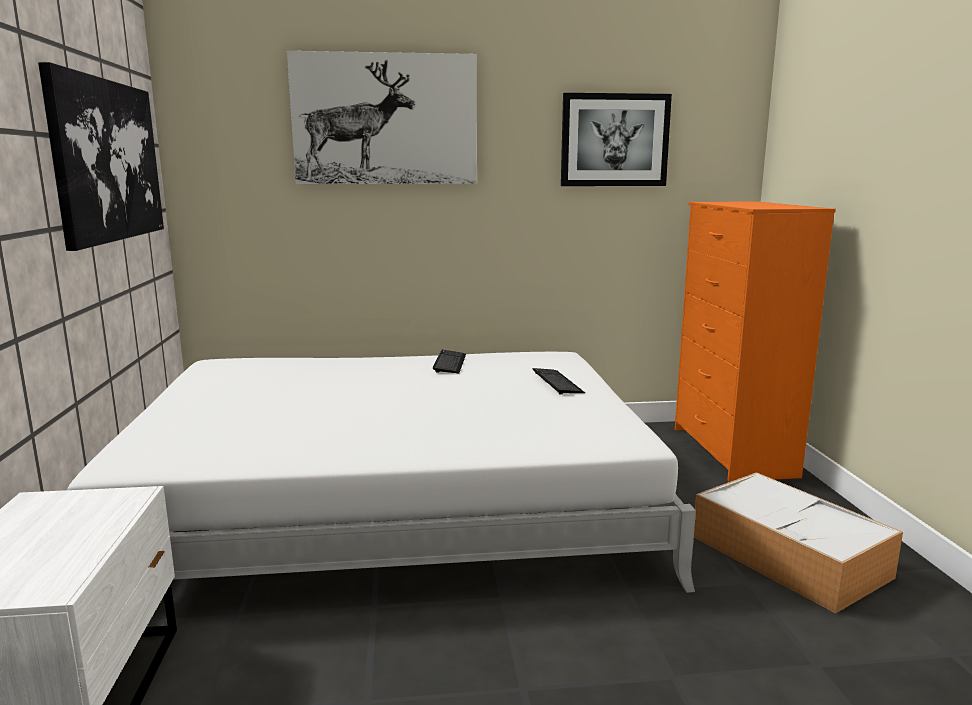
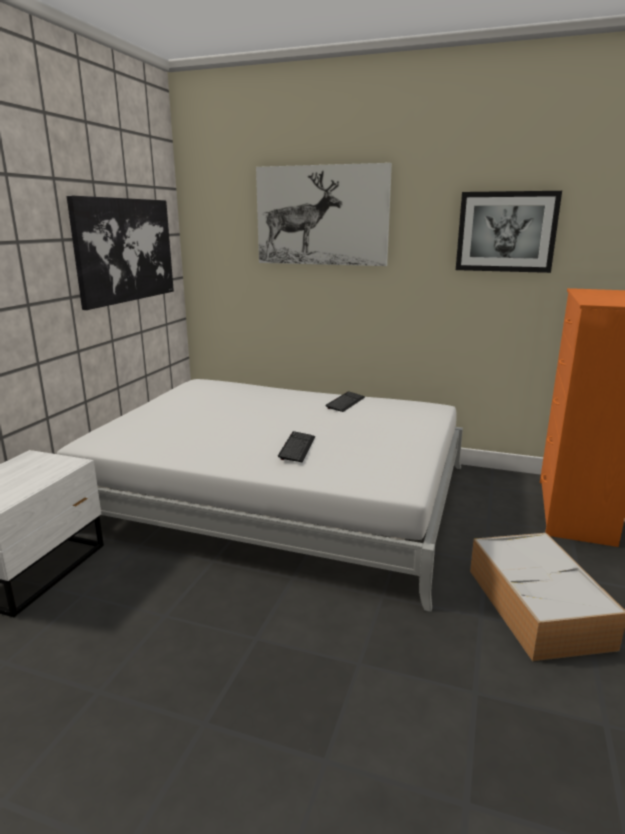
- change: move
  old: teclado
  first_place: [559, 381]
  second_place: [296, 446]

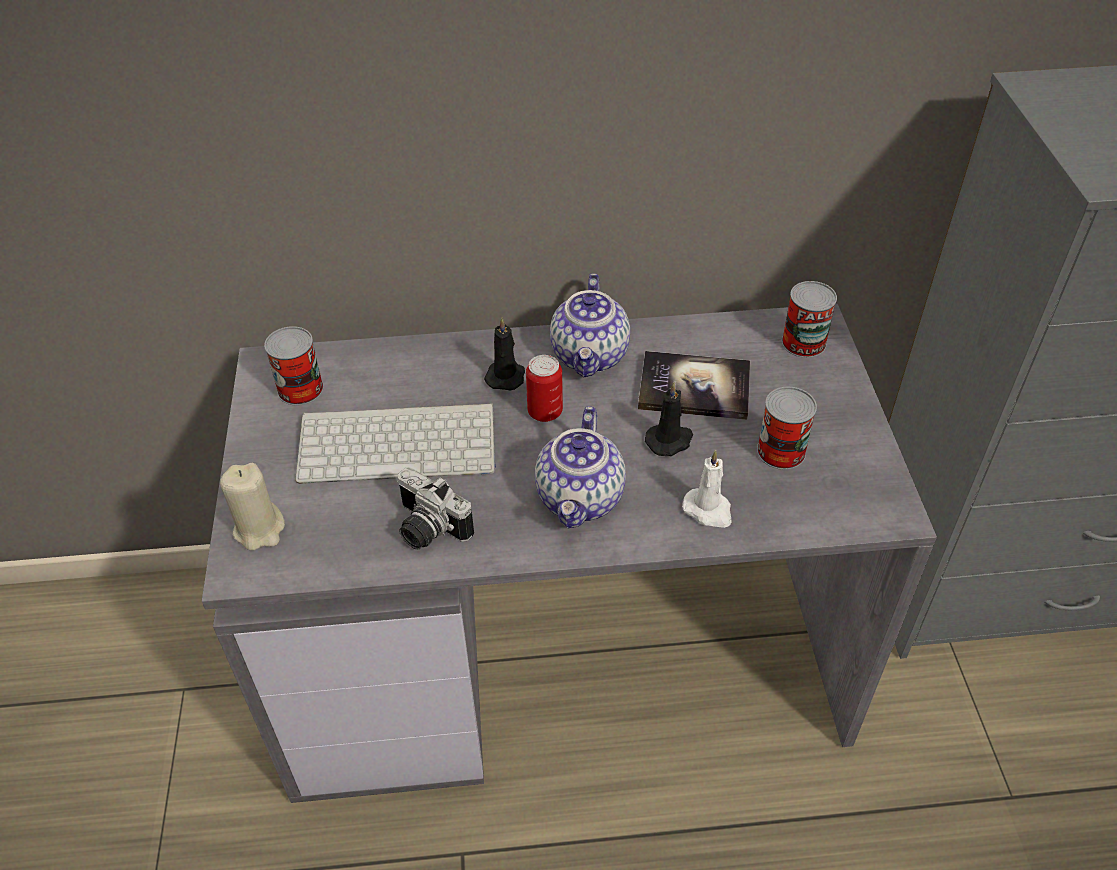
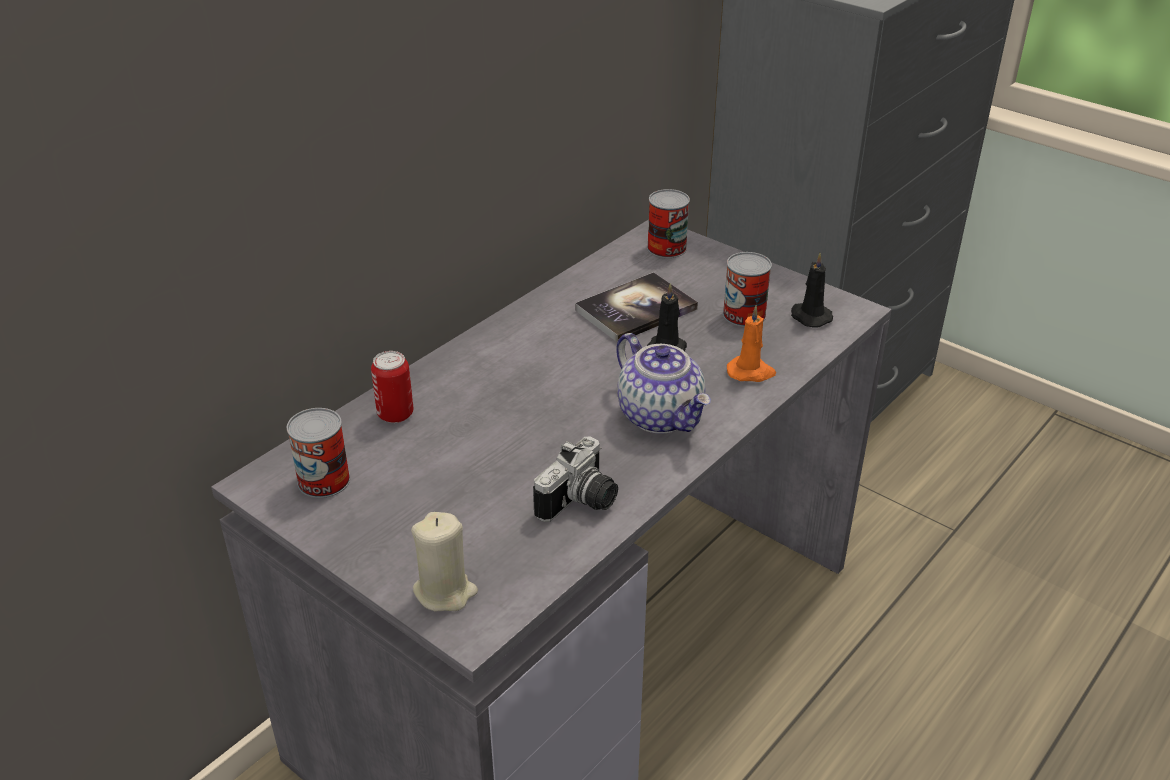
- change: delete
  old: teclado
  first_place: [395, 443]
- change: delete
  old: tetera
  first_place: [590, 325]
- change: move
  old: vela (negro)
  first_place: [504, 354]
  second_place: [812, 290]
- change: move
  old: lata
  first_place: [544, 388]
  second_place: [392, 387]
- change: recolor
  old: vela (blanco)
  new: vela (naranja)
  first_place: [707, 489]
  second_place: [751, 343]
- change: rotate
  old: cámara
  first_place: [435, 508]
  second_place: [575, 479]
  degrees: -45

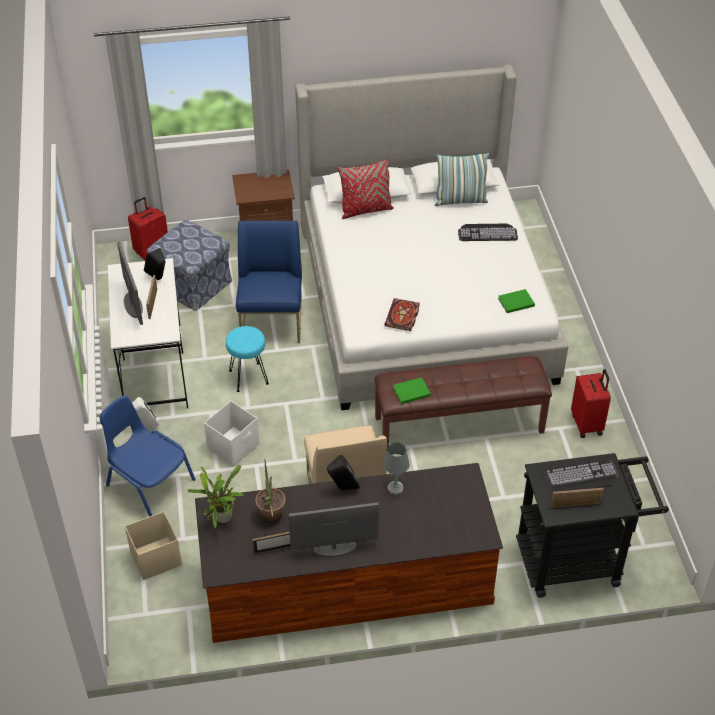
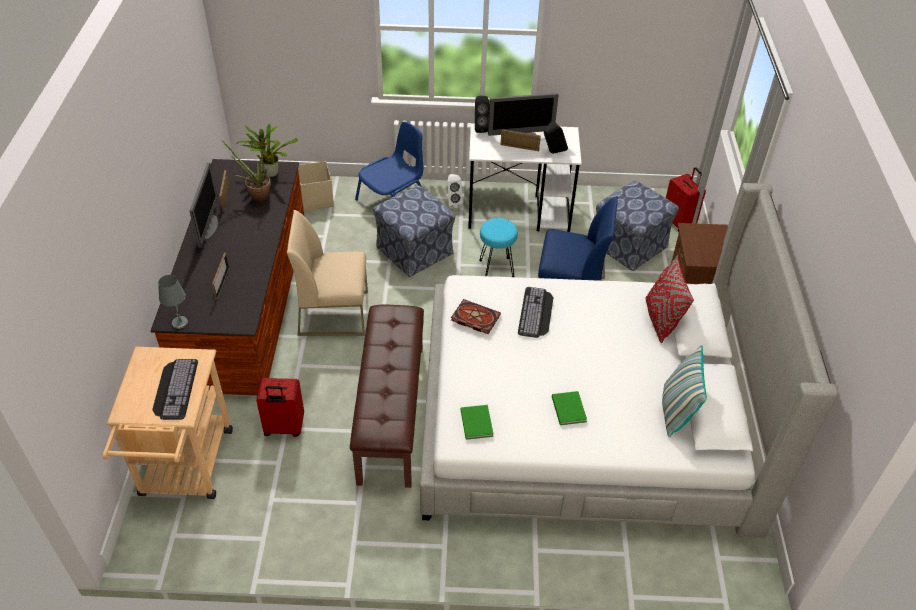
- change: move
  old: altavoz (negro)
  first_place: [343, 473]
  second_place: [482, 114]
- change: move
  old: lámpara de mesa (gris)
  first_place: [396, 468]
  second_place: [173, 302]
- change: move
  old: libro (verde)
  first_place: [412, 390]
  second_place: [569, 408]
- change: move
  old: teclado
  first_place: [488, 232]
  second_place: [536, 312]
- change: move
  old: portarretratos
  first_place: [577, 498]
  second_place: [220, 276]
- change: move
  old: maleta (rojo)
  first_place: [591, 403]
  second_place: [280, 407]
- change: replace
  old: caja de almacenaje (blanco)
  new: puf
  first_place: [231, 433]
  second_place: [414, 231]
- change: recolor
  old: carrito (negro)
  new: carrito (beis)
  first_place: [592, 525]
  second_place: [168, 423]

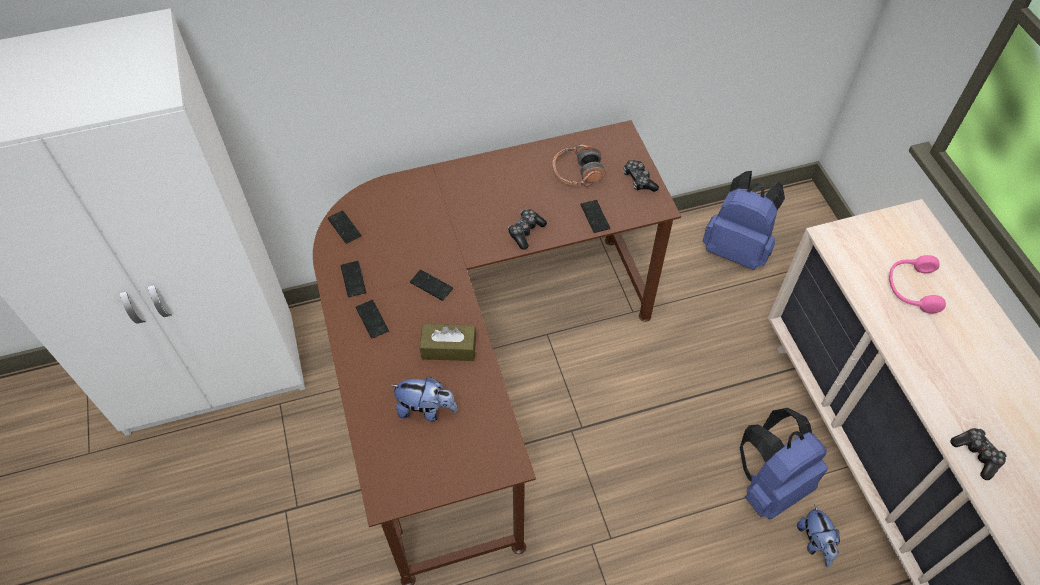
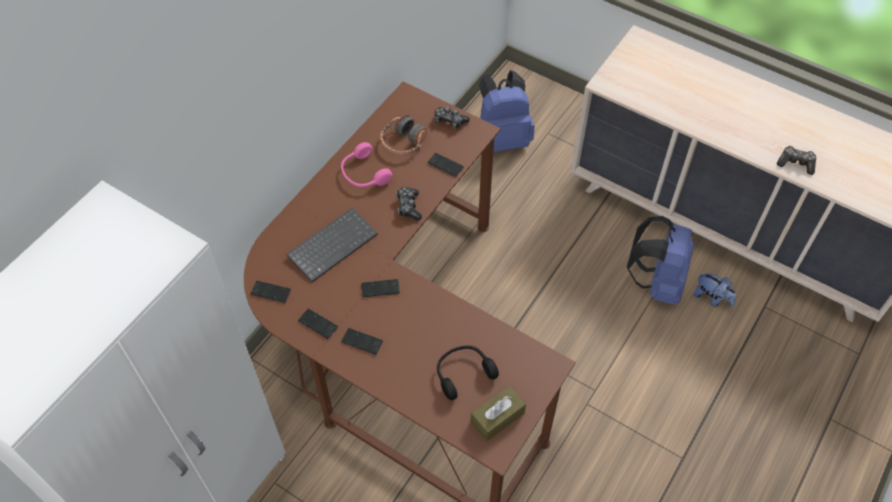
- change: insert
  new: teclado
  second_place: [332, 245]
- change: move
  old: caja de pañuelos (marrón)
  first_place: [448, 342]
  second_place: [498, 413]
- change: move
  old: auriculares (rosa)
  first_place: [917, 284]
  second_place: [366, 164]
- change: replace
  old: peluche
  new: auriculares (negro)
  first_place: [424, 399]
  second_place: [468, 372]

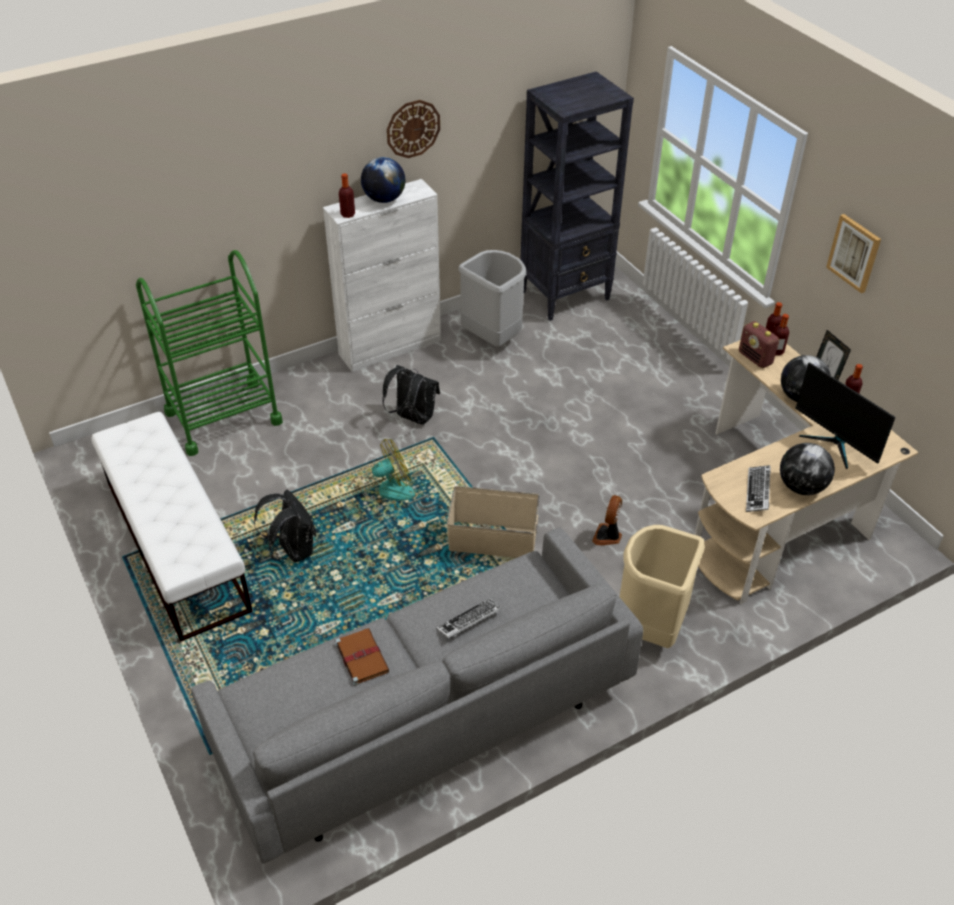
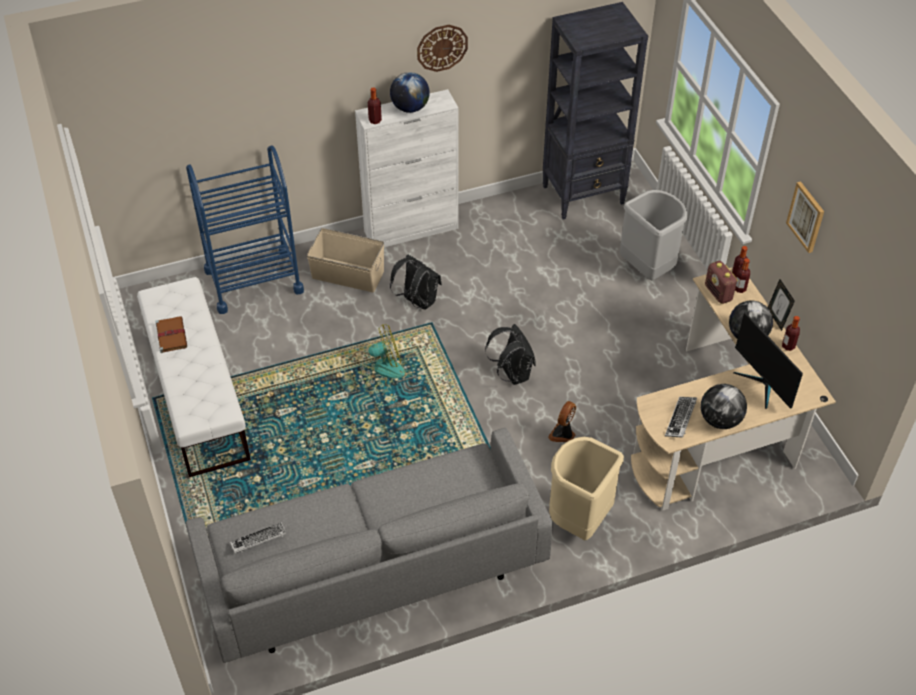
- change: move
  old: mochila (negro)
  first_place: [285, 526]
  second_place: [510, 354]
- change: move
  old: libro (marrón)
  first_place: [362, 657]
  second_place: [171, 334]
- change: move
  old: teclado
  first_place: [469, 618]
  second_place: [258, 538]
- change: move
  old: caja de almacenaje (beis)
  first_place: [493, 522]
  second_place: [345, 260]
- change: move
  old: papelera (gris)
  first_place: [492, 298]
  second_place: [653, 235]
- change: recolor
  old: carrito (verde)
  new: carrito (azul)
  first_place: [209, 353]
  second_place: [245, 229]

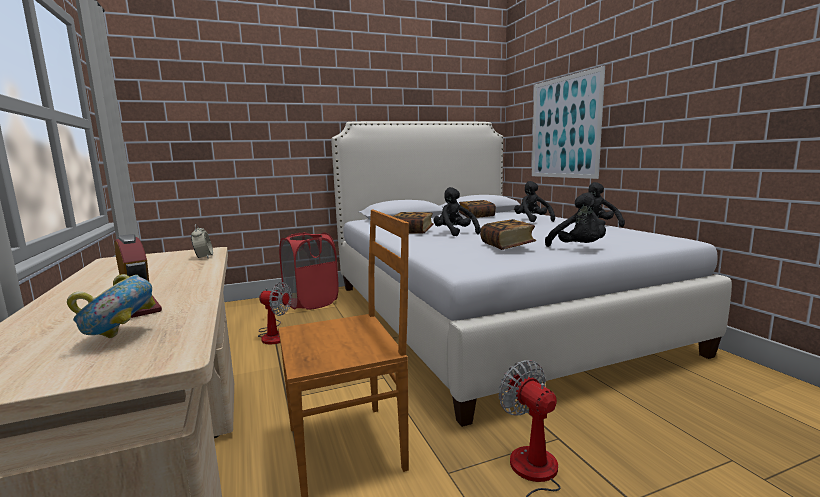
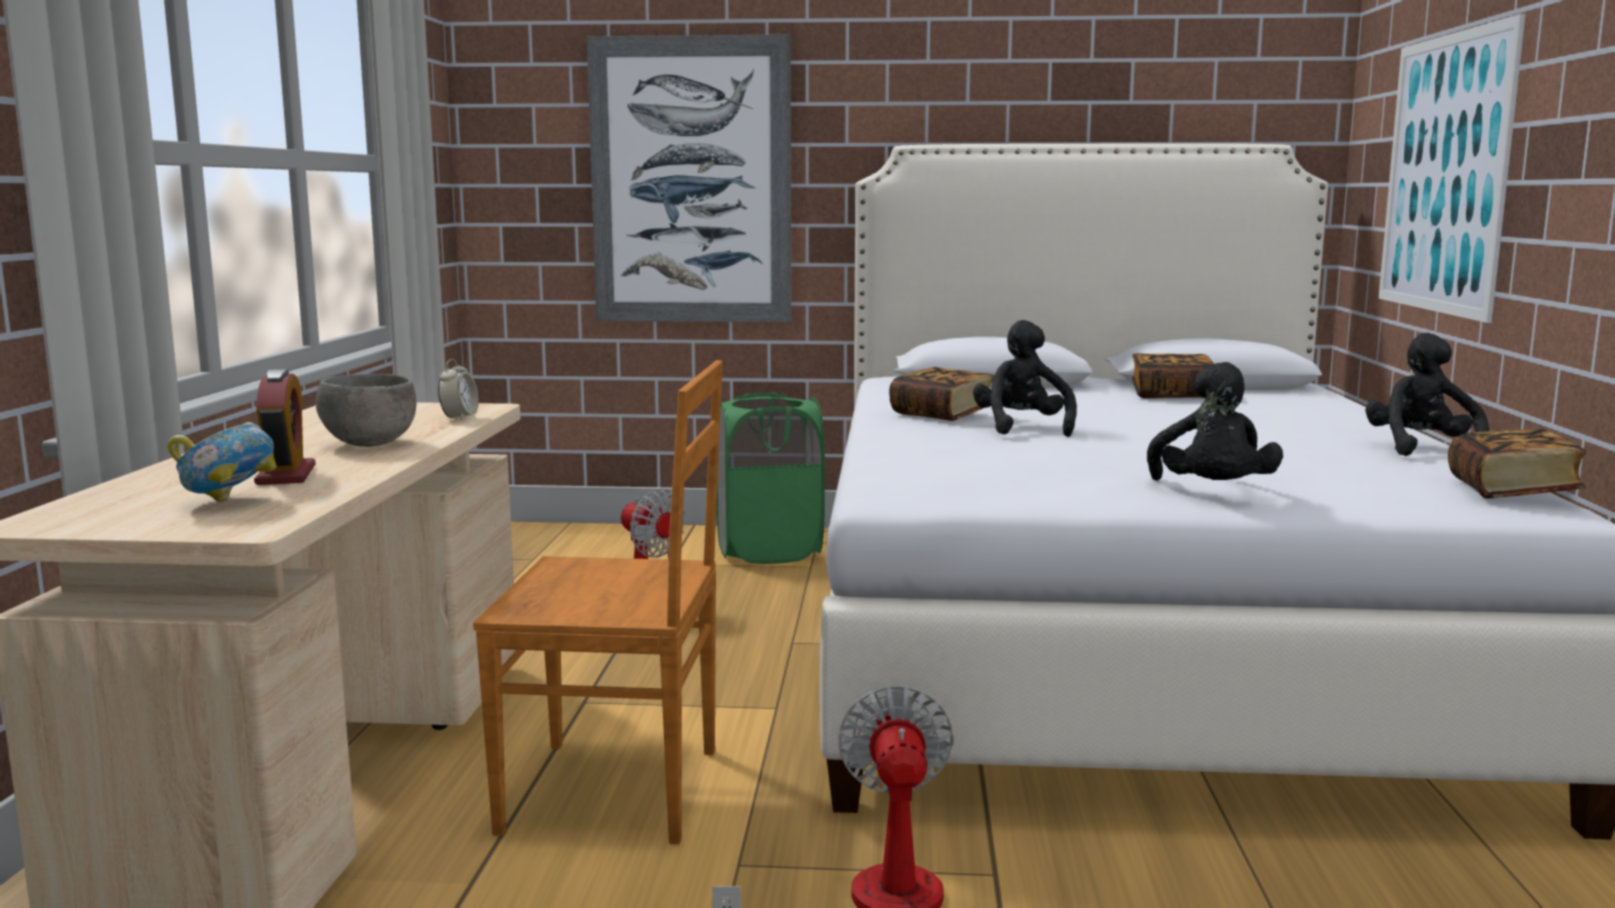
- change: delete
  old: peluche (negro)
  first_place: [534, 201]
- change: insert
  new: cuenco (gris)
  second_place: [366, 410]
- change: insert
  new: cuadro
  second_place: [689, 178]
- change: move
  old: libro
  first_place: [508, 234]
  second_place: [1517, 463]
- change: recolor
  old: cesto de la ropa (rojo)
  new: cesto de la ropa (verde)
  first_place: [309, 271]
  second_place: [770, 478]

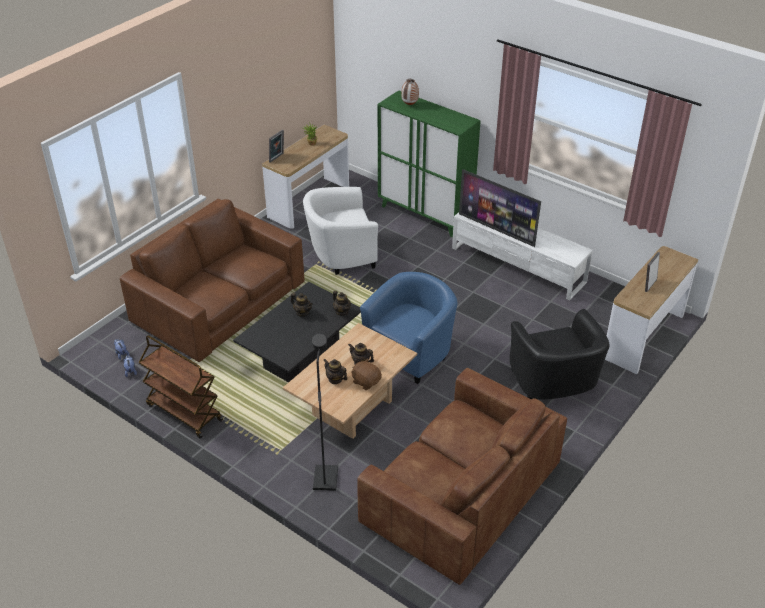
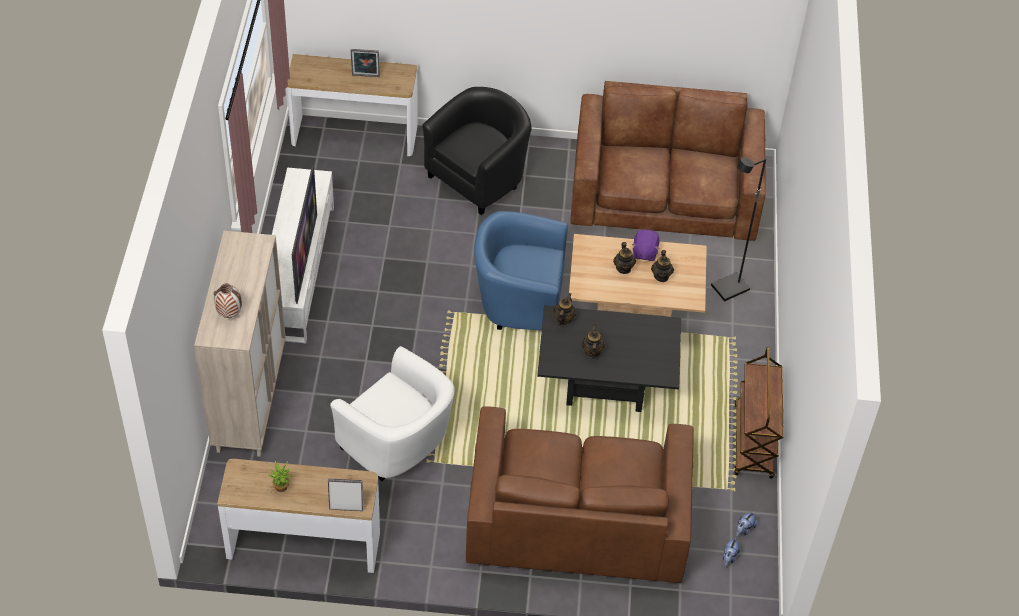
- change: recolor
  old: peluche (marrón)
  new: peluche (morado)
  first_place: [366, 374]
  second_place: [646, 245]
- change: recolor
  old: armario (verde)
  new: armario (beis)
  first_place: [429, 164]
  second_place: [240, 343]

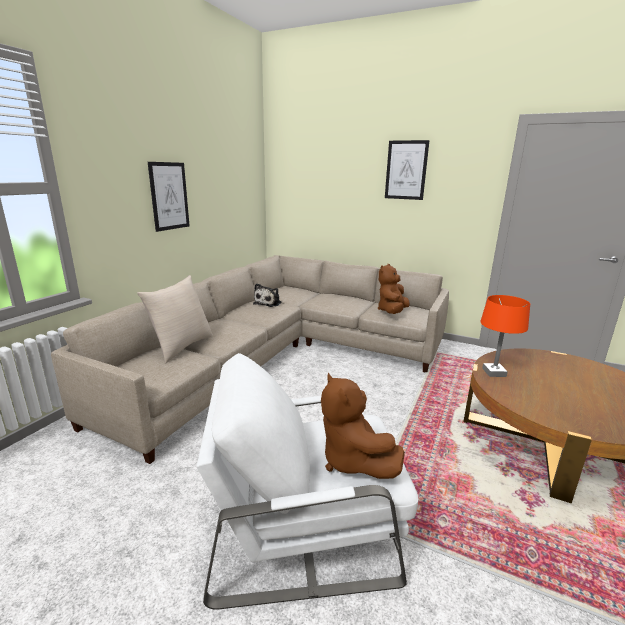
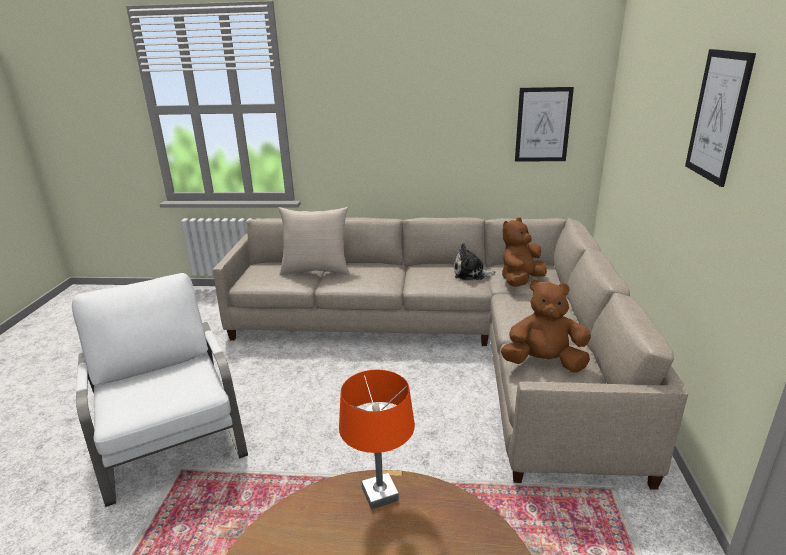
- change: move
  old: cuadro
  first_place: [168, 197]
  second_place: [544, 124]
- change: move
  old: peluche (marrón)
  first_place: [363, 426]
  second_place: [524, 252]

